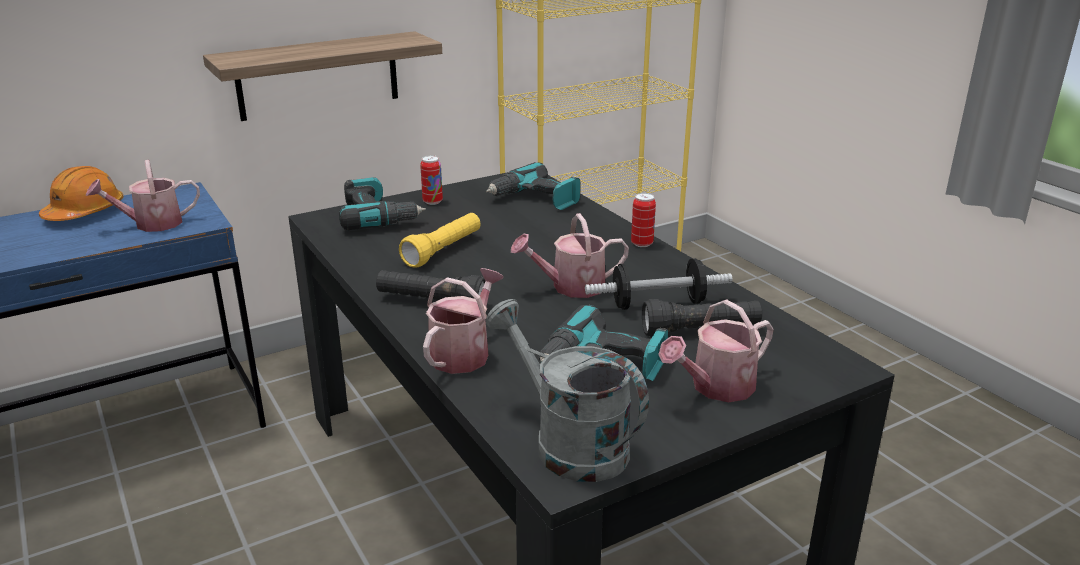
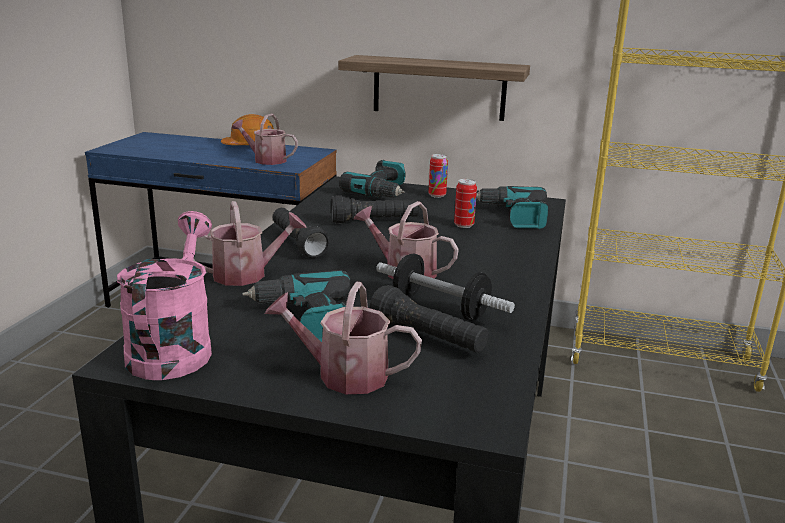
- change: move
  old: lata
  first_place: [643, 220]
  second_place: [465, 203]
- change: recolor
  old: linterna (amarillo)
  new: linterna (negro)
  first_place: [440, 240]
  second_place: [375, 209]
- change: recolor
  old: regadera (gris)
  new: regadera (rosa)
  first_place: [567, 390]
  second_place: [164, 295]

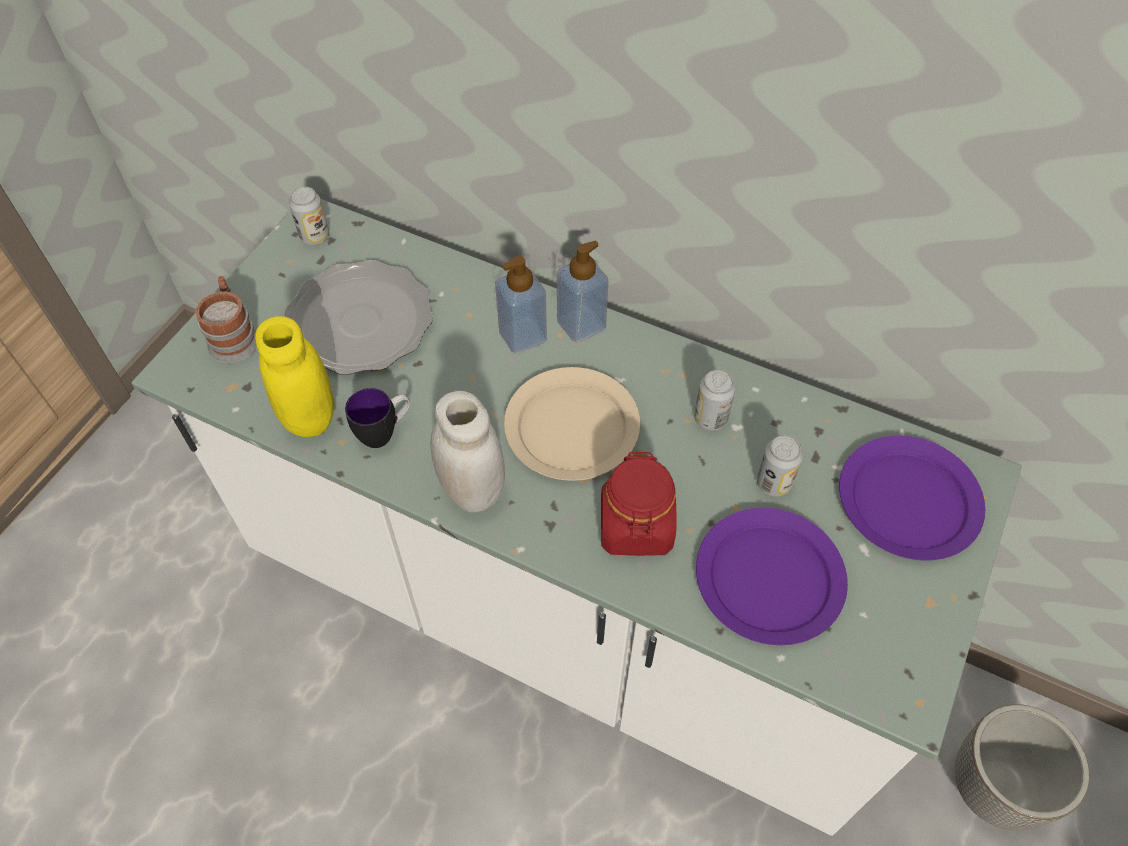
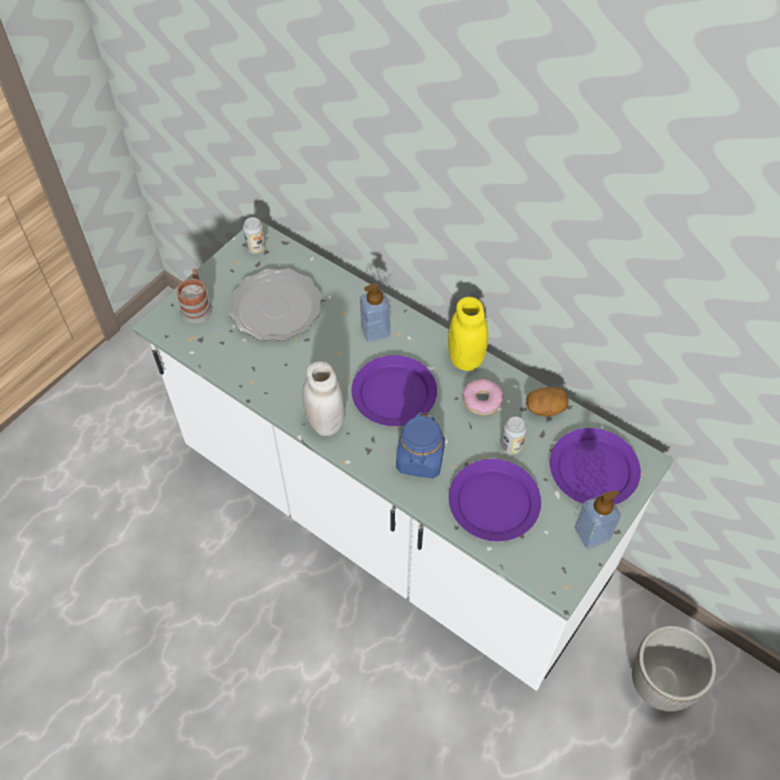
- change: delete
  old: taza grande
  first_place: [377, 418]
- change: insert
  new: patata
  second_place: [547, 402]
- change: move
  old: tarro (amarillo)
  first_place: [294, 376]
  second_place: [468, 334]
- change: move
  old: dispensador de jabón
  first_place: [583, 292]
  second_place: [598, 520]
- change: replace
  old: lata
  new: rosquilla
  first_place: [715, 400]
  second_place: [483, 397]
- change: recolor
  old: plato (beis)
  new: plato (morado)
  first_place: [572, 424]
  second_place: [394, 390]
- change: recolor
  old: tarro (rojo)
  new: tarro (azul)
  first_place: [639, 503]
  second_place: [420, 445]

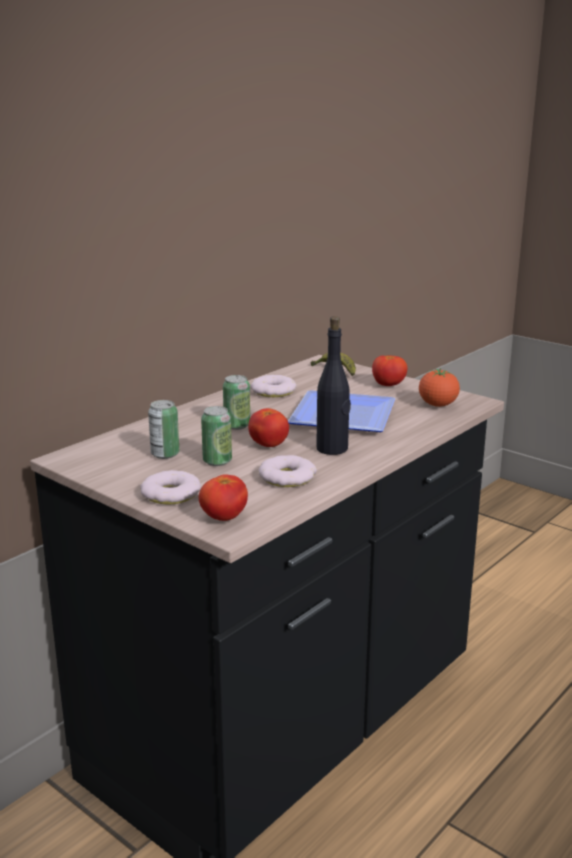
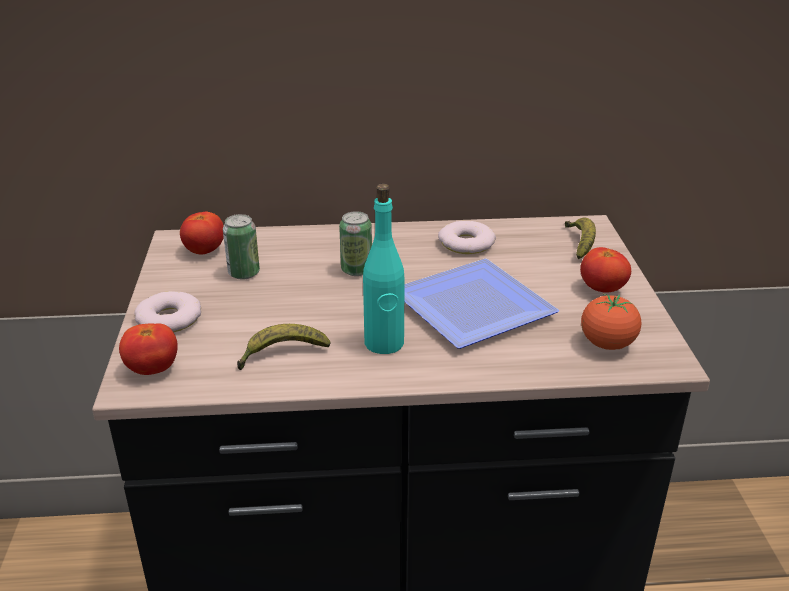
- change: delete
  old: lata
  first_place: [216, 436]
- change: move
  old: tomate
  first_place: [268, 427]
  second_place: [202, 233]
- change: replace
  old: rosquilla
  new: plátano
  first_place: [287, 471]
  second_place: [283, 347]
- change: recolor
  old: botella (negro)
  new: botella (turquesa)
  first_place: [333, 385]
  second_place: [384, 268]

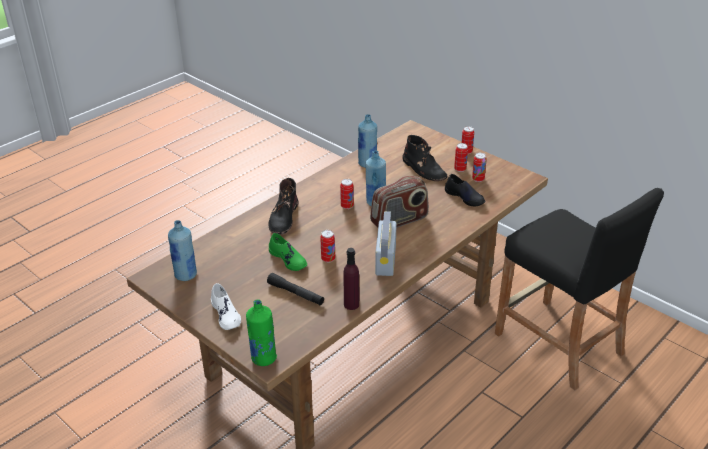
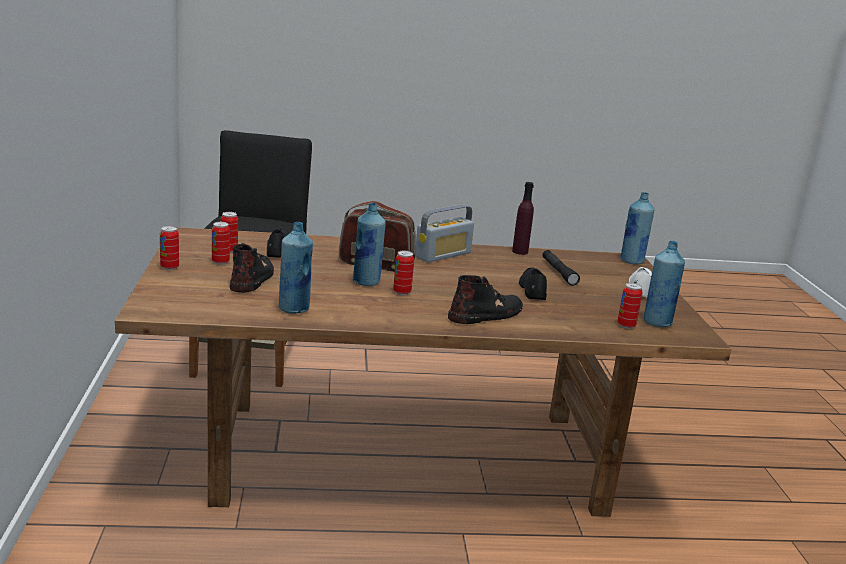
- change: move
  old: lata
  first_place: [327, 246]
  second_place: [630, 306]
- change: recolor
  old: botella (verde)
  new: botella (azul)
  first_place: [261, 332]
  second_place: [637, 228]
- change: recolor
  old: zapato (verde)
  new: zapato (negro)
  first_place: [288, 252]
  second_place: [533, 284]

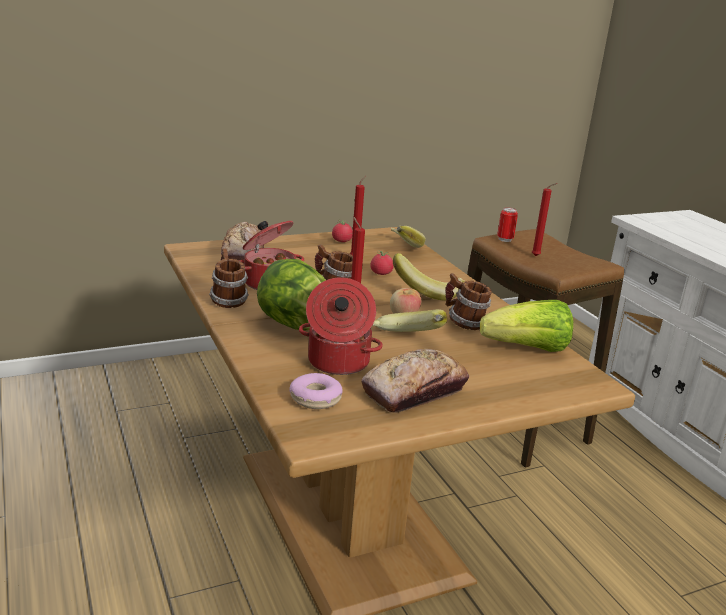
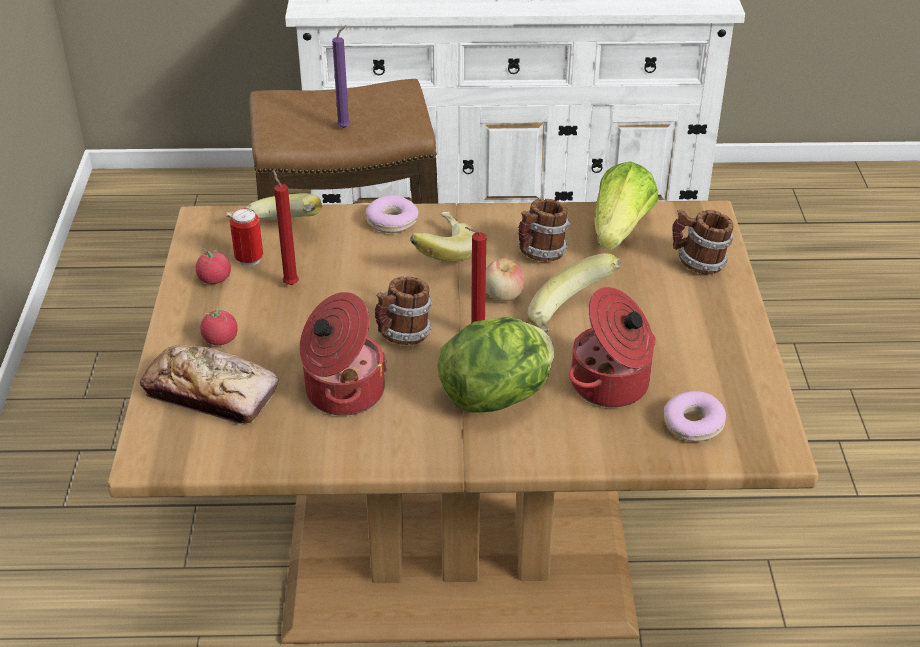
- change: delete
  old: pan
  first_place: [415, 381]
- change: insert
  new: rosquilla
  second_place: [392, 214]
- change: move
  old: taza grande
  first_place: [229, 278]
  second_place: [703, 242]
- change: move
  old: tomate
  first_place: [382, 262]
  second_place: [219, 325]
- change: move
  old: lata
  first_place: [507, 224]
  second_place: [246, 237]
- change: recolor
  old: vela (rojo)
  new: vela (morado)
  first_place: [544, 219]
  second_place: [341, 76]

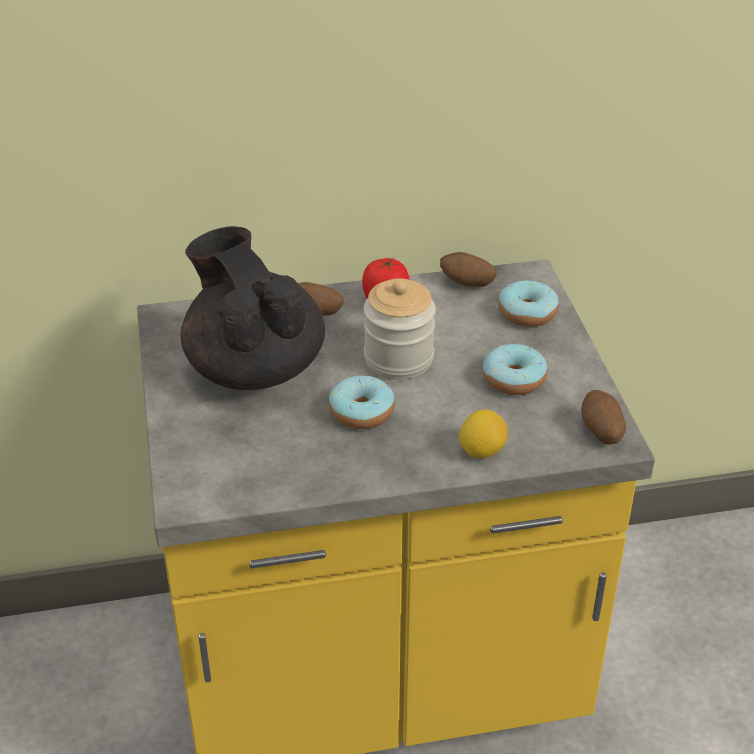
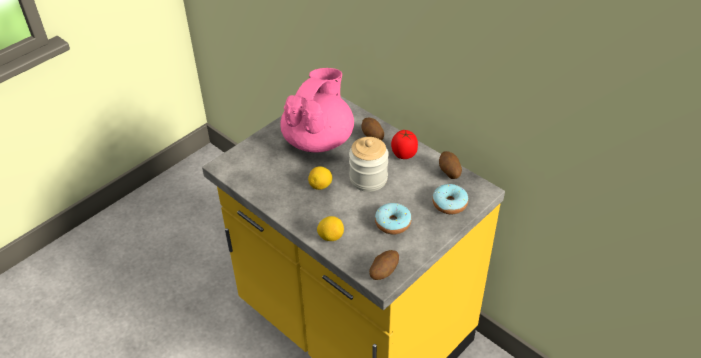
- change: replace
  old: rosquilla
  new: limón
  first_place: [362, 402]
  second_place: [320, 178]
- change: recolor
  old: tetera (negro)
  new: tetera (rosa)
  first_place: [252, 308]
  second_place: [317, 110]

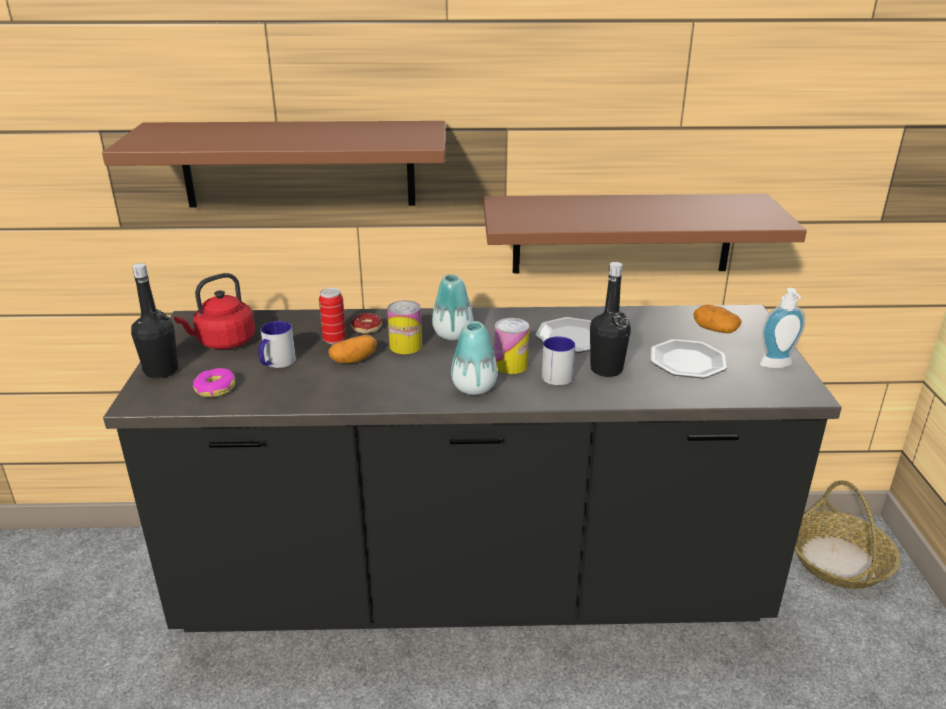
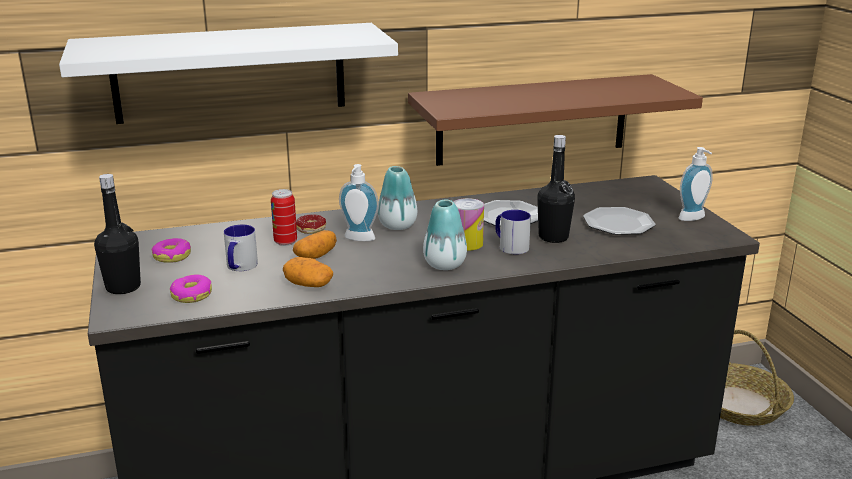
- change: move
  old: patata
  first_place: [717, 318]
  second_place: [308, 272]
- change: replace
  old: hervidor (rojo)
  new: rosquilla
  first_place: [214, 311]
  second_place: [171, 250]
- change: replace
  old: lata
  new: dispensador de jabón
  first_place: [404, 327]
  second_place: [359, 202]
- change: recolor
  old: estante (marrón)
  new: estante (blanco)
  first_place: [274, 164]
  second_place: [228, 73]

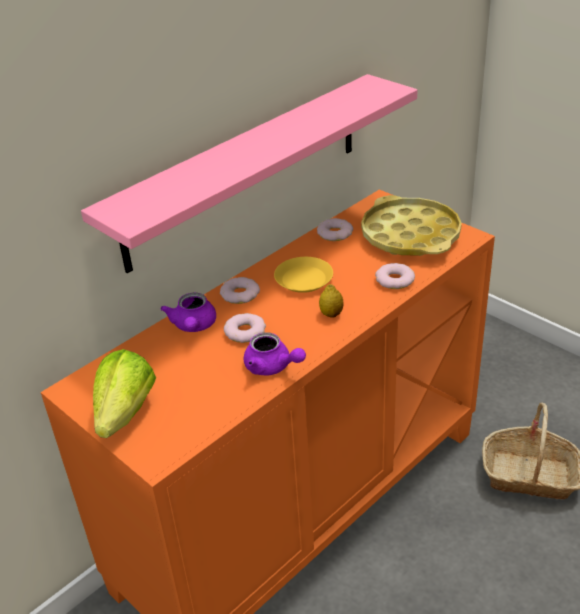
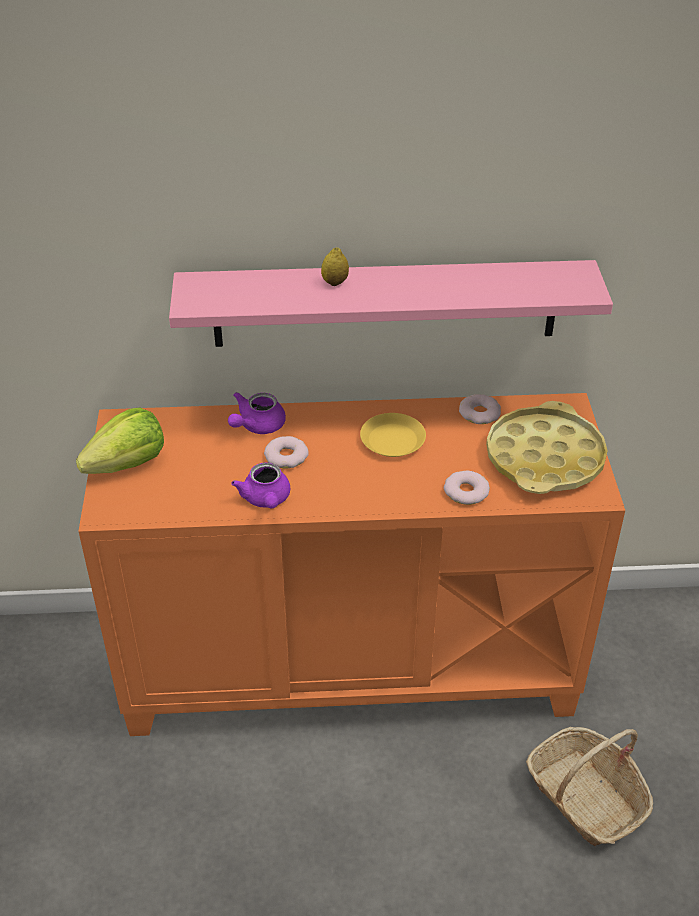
- change: delete
  old: rosquilla
  first_place: [240, 290]
- change: move
  old: limón
  first_place: [331, 301]
  second_place: [335, 267]

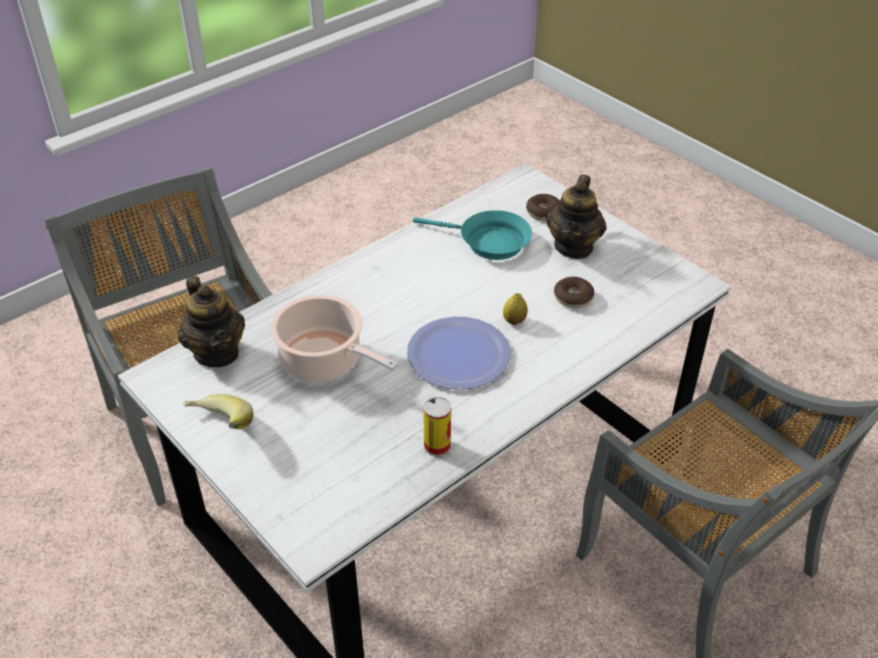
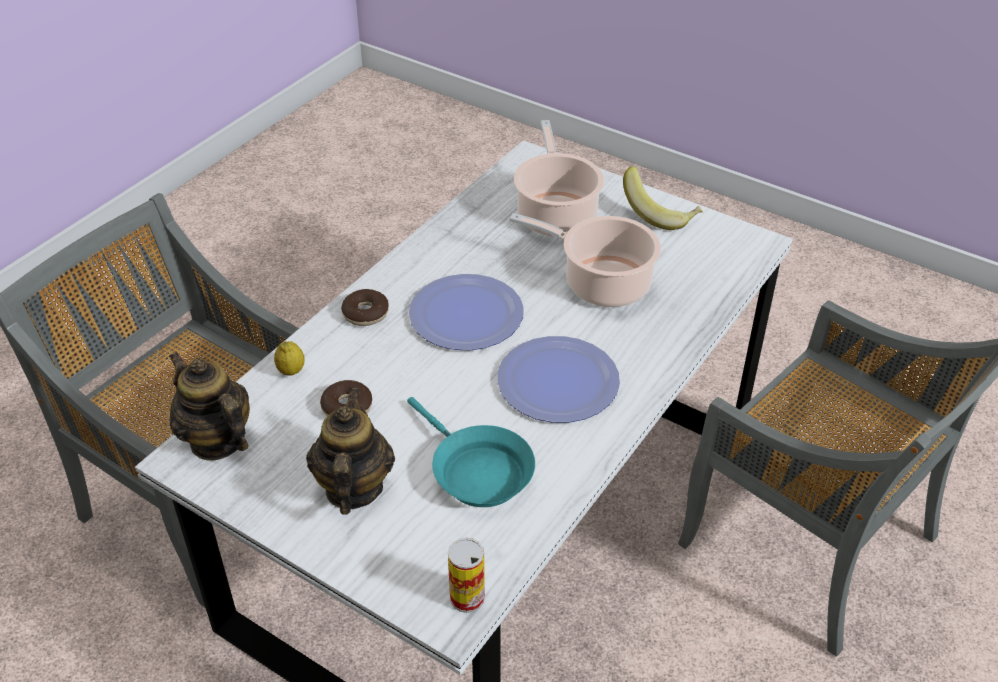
- change: insert
  new: plato
  second_place: [558, 379]
- change: insert
  new: olla
  second_place: [559, 178]
- change: move
  old: tetera
  first_place: [211, 321]
  second_place: [209, 406]
- change: move
  old: lata
  first_place: [437, 426]
  second_place: [466, 575]
- change: move
  old: limón
  first_place: [515, 309]
  second_place: [289, 358]
- change: move
  old: rosquilla
  first_place: [543, 207]
  second_place: [365, 307]
- change: rotate
  old: sartén (turquesa)
  first_place: [472, 235]
  second_place: [471, 452]
  degrees: -135

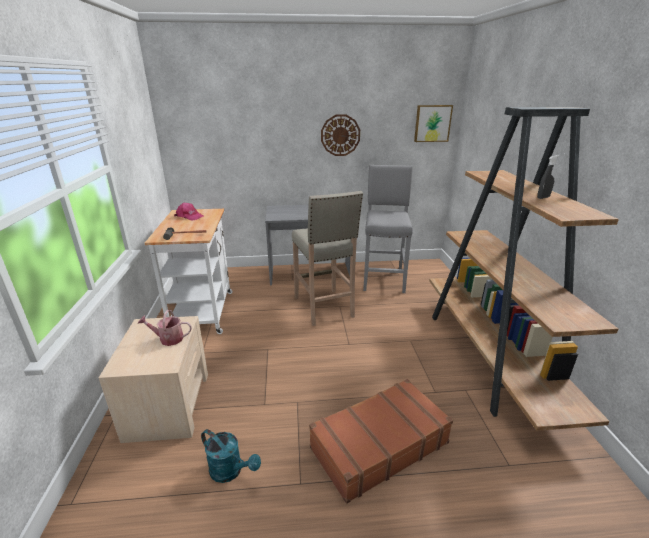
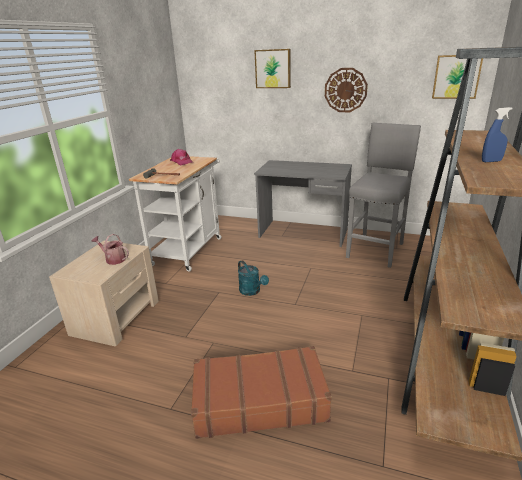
- change: delete
  old: taburete (beis)
  first_place: [327, 258]
- change: insert
  new: cuadro
  second_place: [272, 68]
- change: move
  old: regadera (turquesa)
  first_place: [231, 456]
  second_place: [253, 278]
- change: recolor
  old: pulverizador (gris)
  new: pulverizador (azul)
  first_place: [548, 177]
  second_place: [497, 134]

